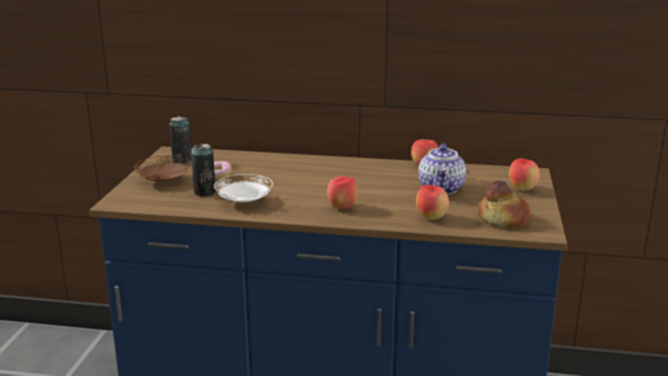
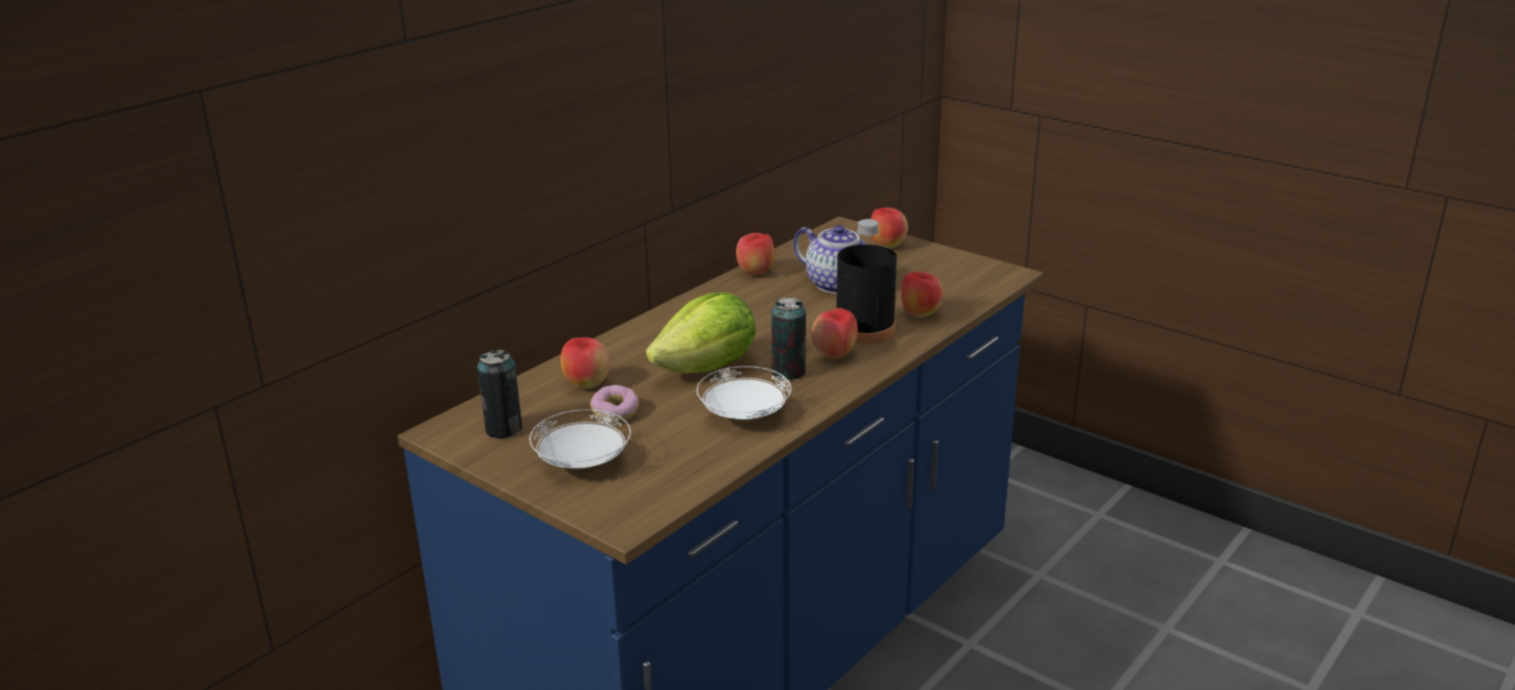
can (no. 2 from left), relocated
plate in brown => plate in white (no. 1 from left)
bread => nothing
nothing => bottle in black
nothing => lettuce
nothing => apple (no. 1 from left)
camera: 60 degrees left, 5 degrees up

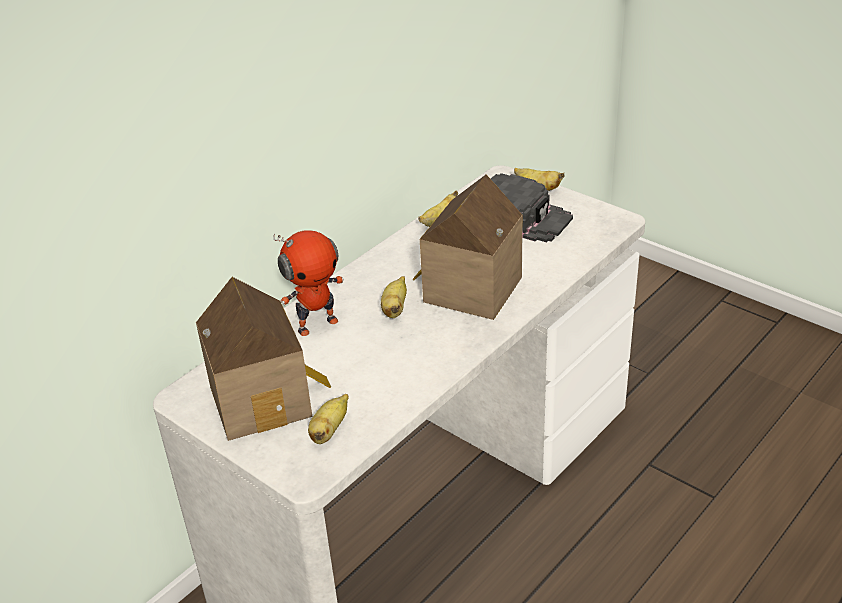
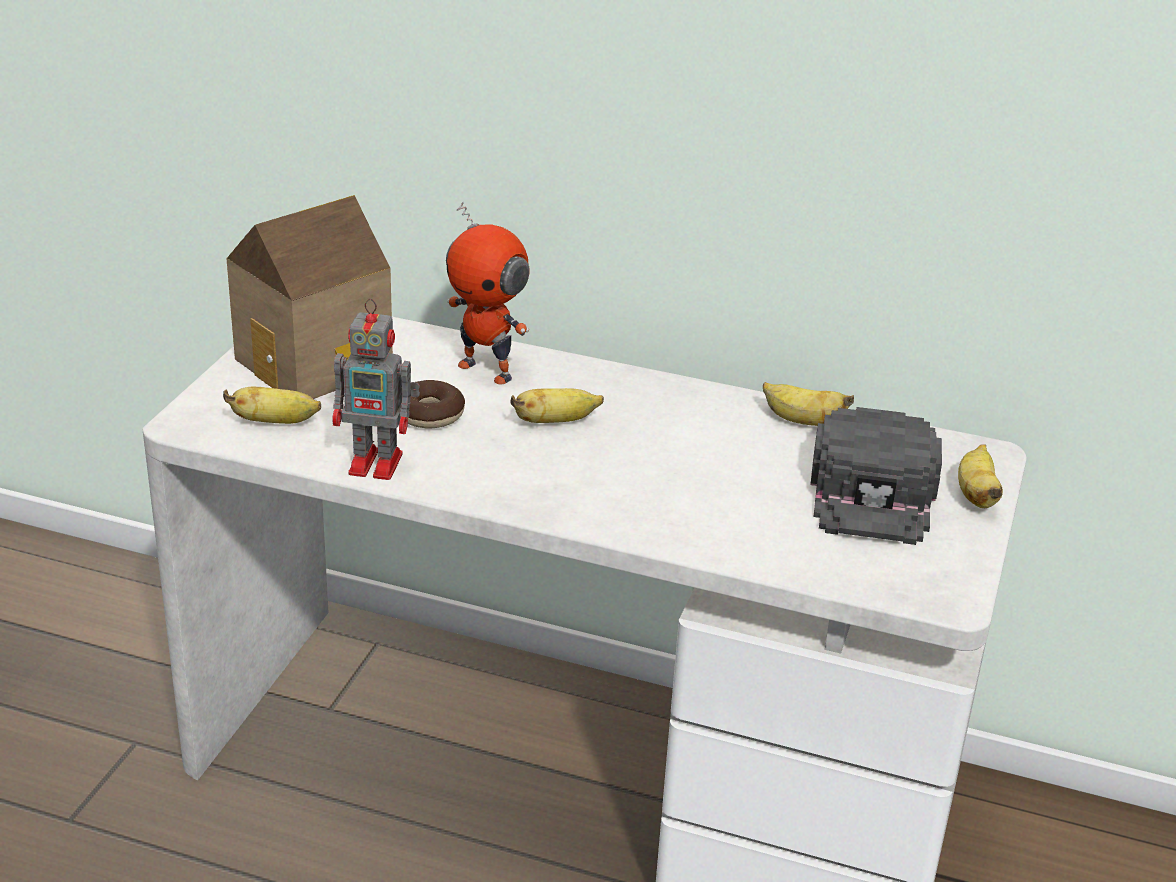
toy house (no. 2 from left) => nothing
nothing => toy robot (no. 1 from left)
nothing => donut
camera: 65 degrees right, 5 degrees down

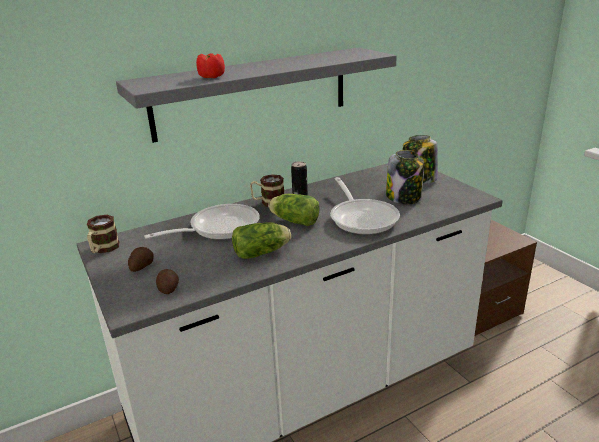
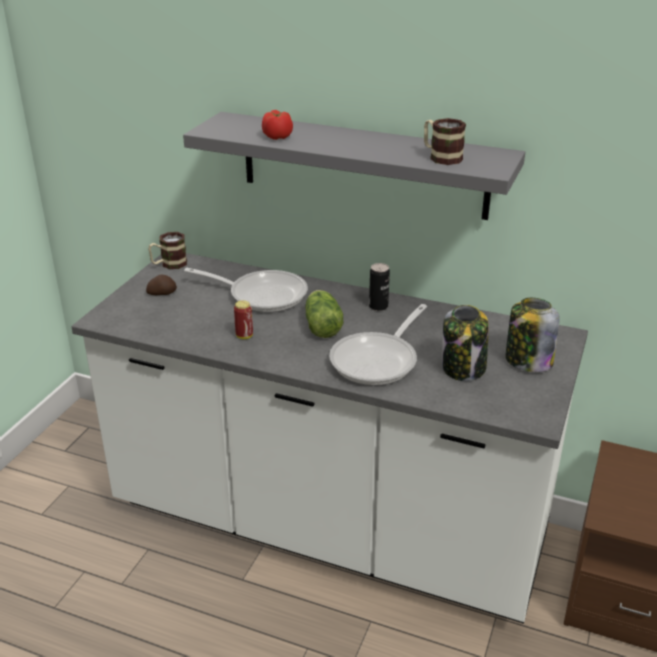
mug (no. 2 from left), relocated
lettuce (no. 1 from left) => can (no. 1 from left)
potato (no. 2 from left) => nothing
camera: 50 degrees right, 5 degrees up

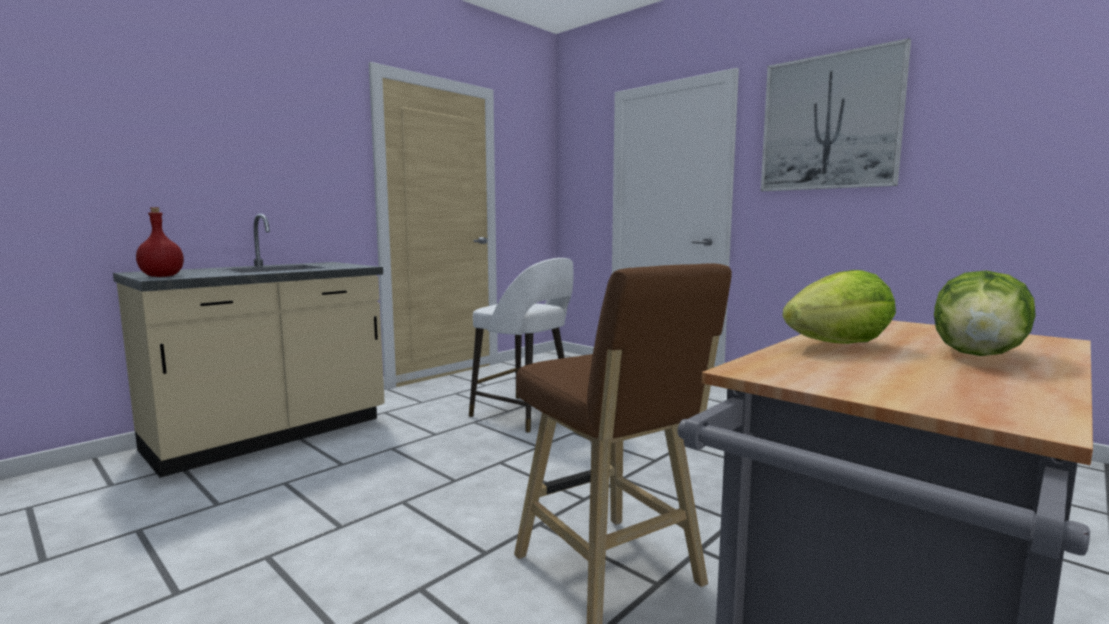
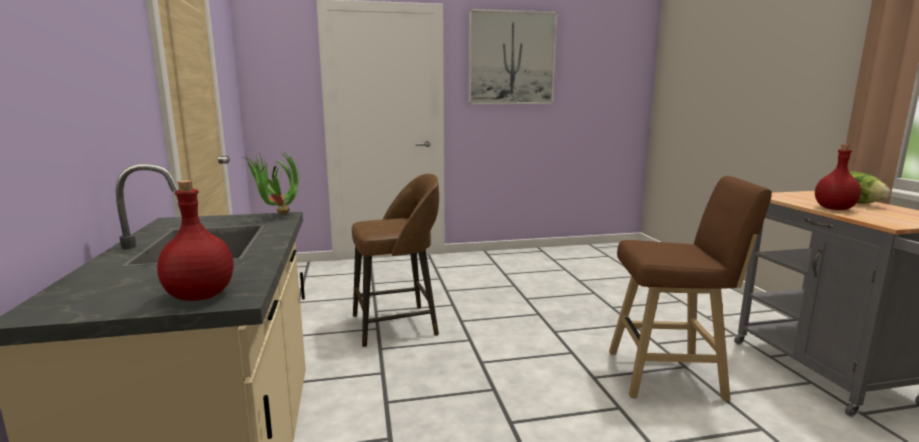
stool in white => stool in brown (no. 1 from left)
lettuce (no. 1 from left) => bottle in red (no. 2 from left)
nothing => potted plant
camera: 55 degrees left, 5 degrees up

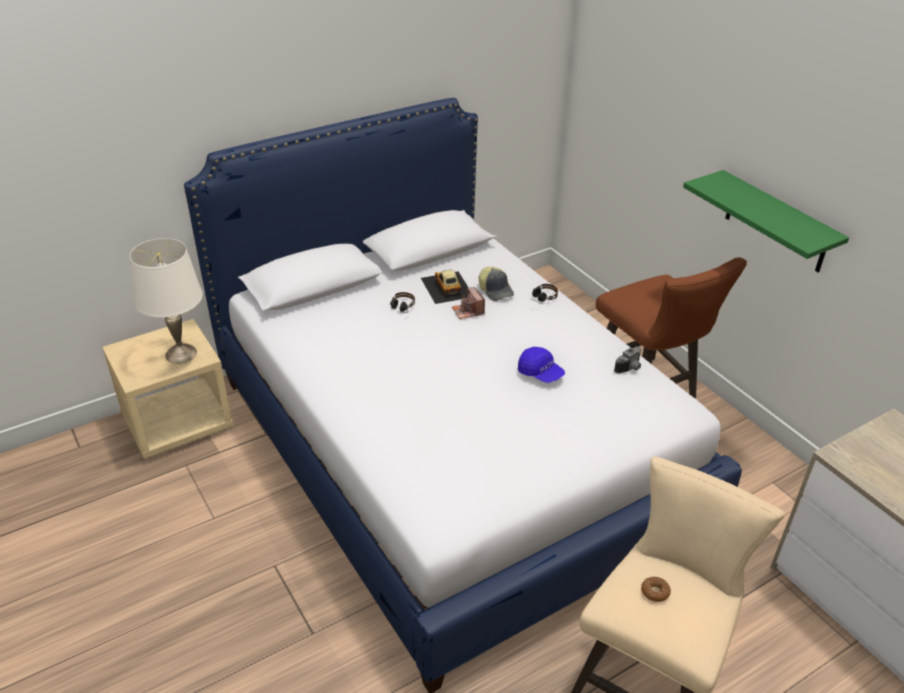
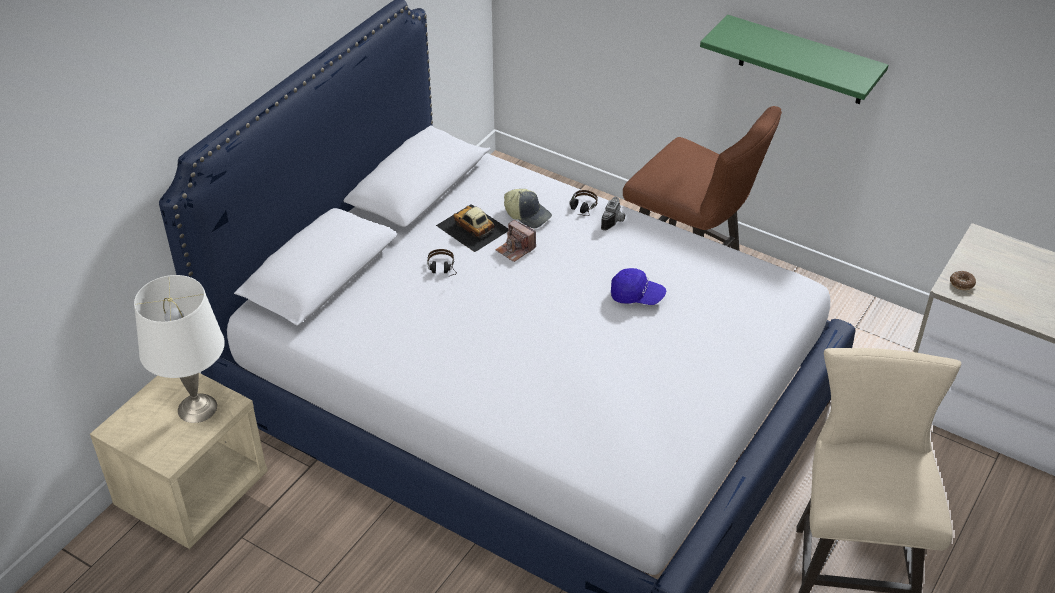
photo camera (no. 2 from left), relocated
donut, relocated
camera: 25 degrees left, 5 degrees up

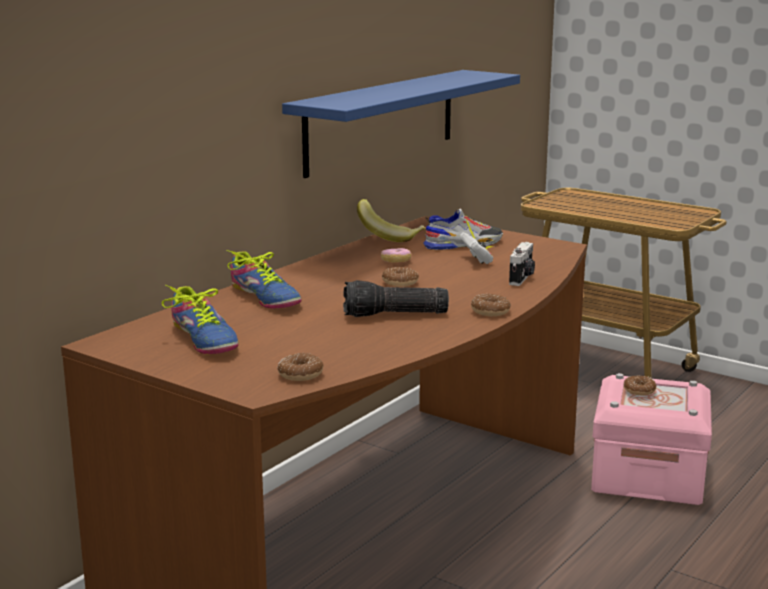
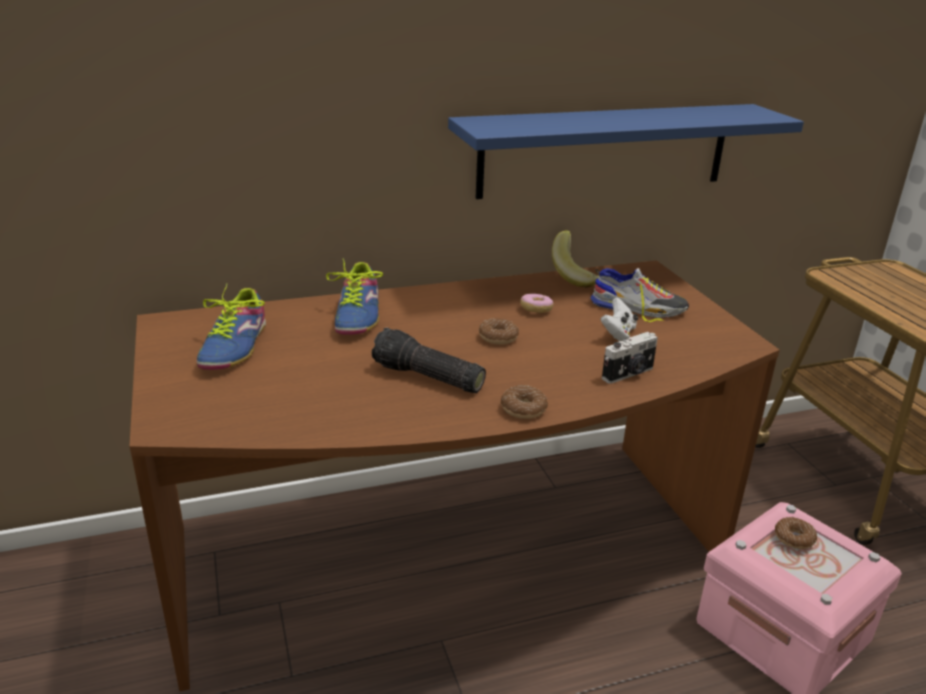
donut (no. 1 from left) => nothing
camera: 35 degrees right, 10 degrees up

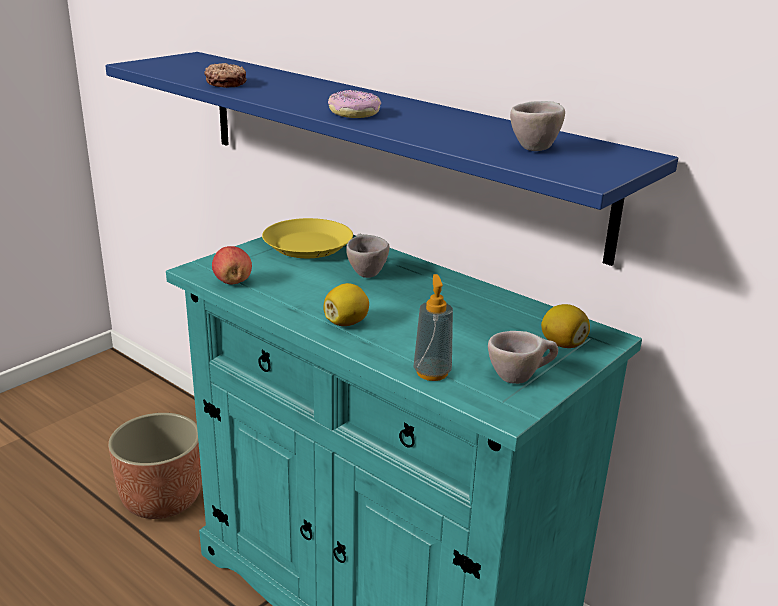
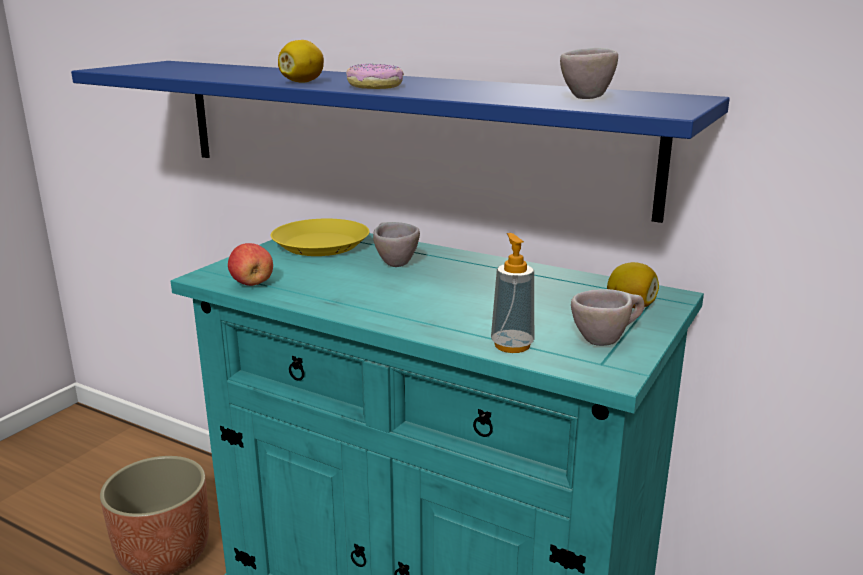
donut (no. 1 from left) => nothing
lemon (no. 1 from left), relocated
camera: 10 degrees left, 5 degrees down

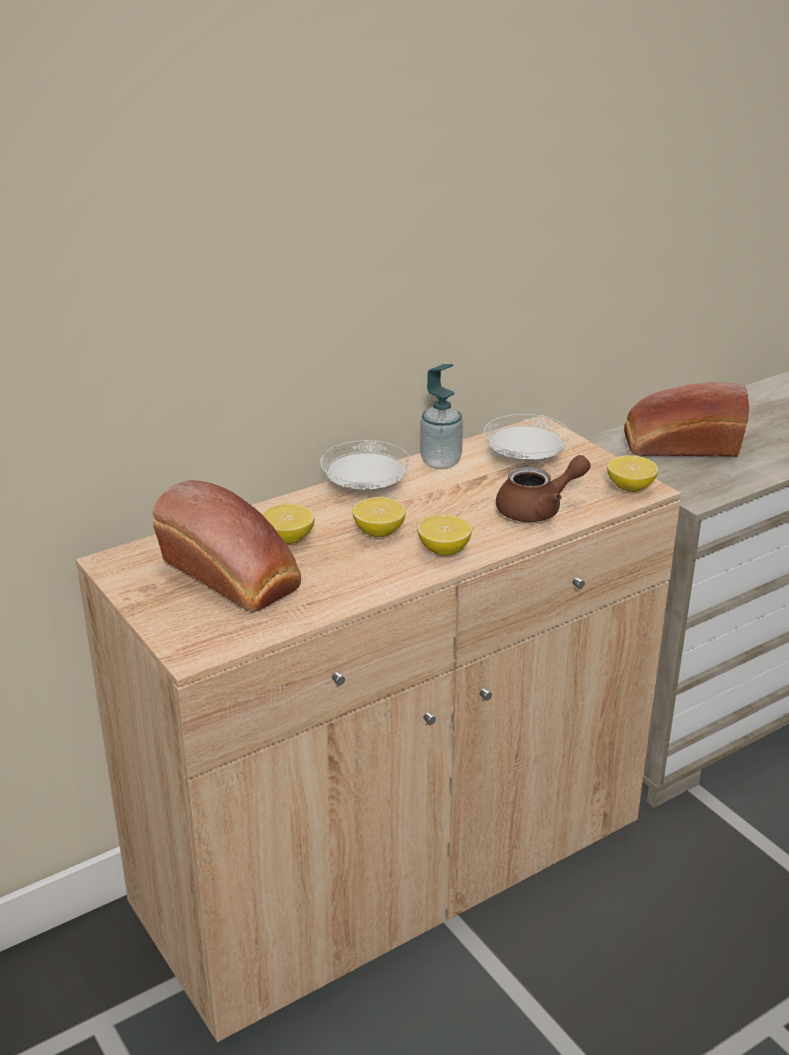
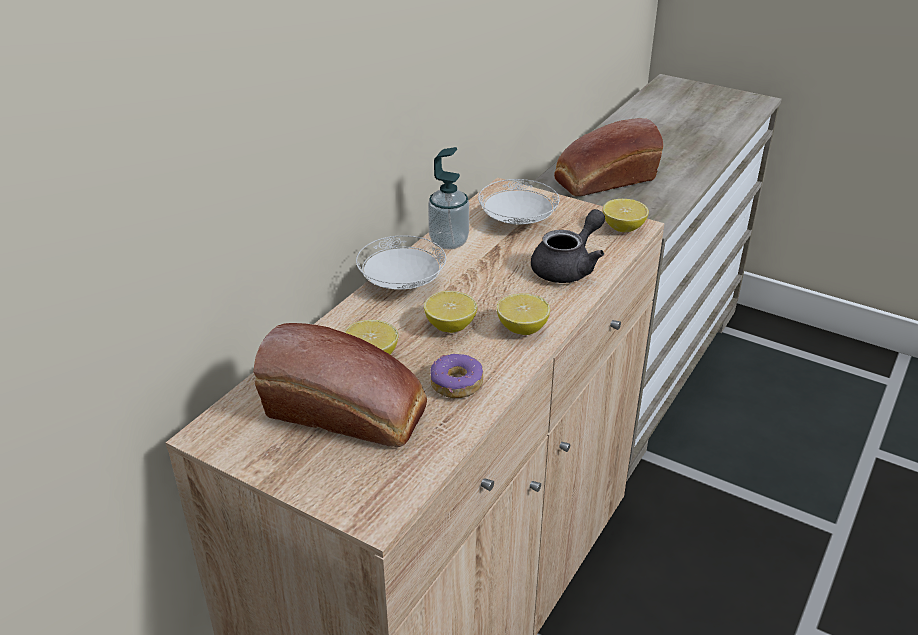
teapot in brown => teapot in grey
nothing => donut
camera: 25 degrees left, 5 degrees up

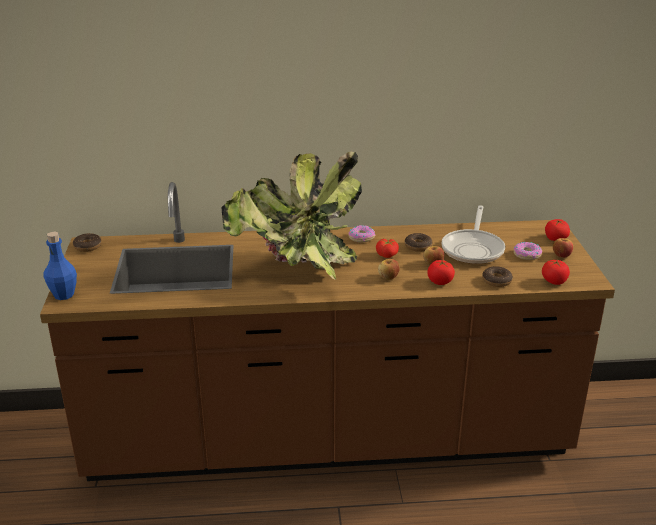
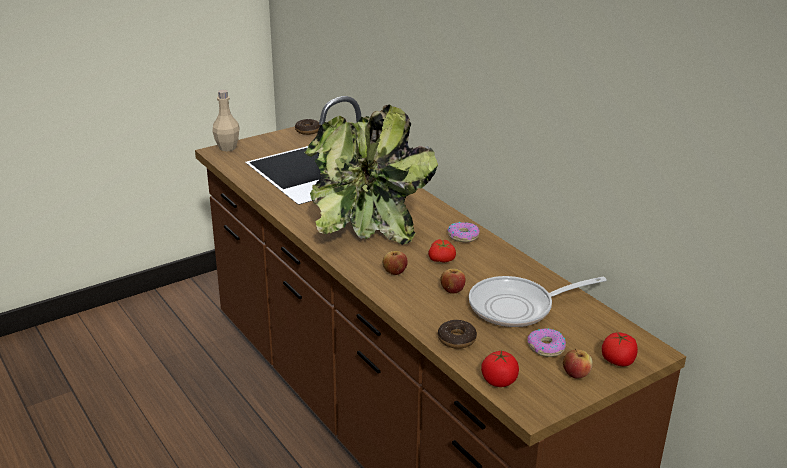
bottle in blue => bottle in beige
donut (no. 3 from left) => nothing
tomato (no. 2 from left) => nothing
camera: 60 degrees right, 0 degrees up

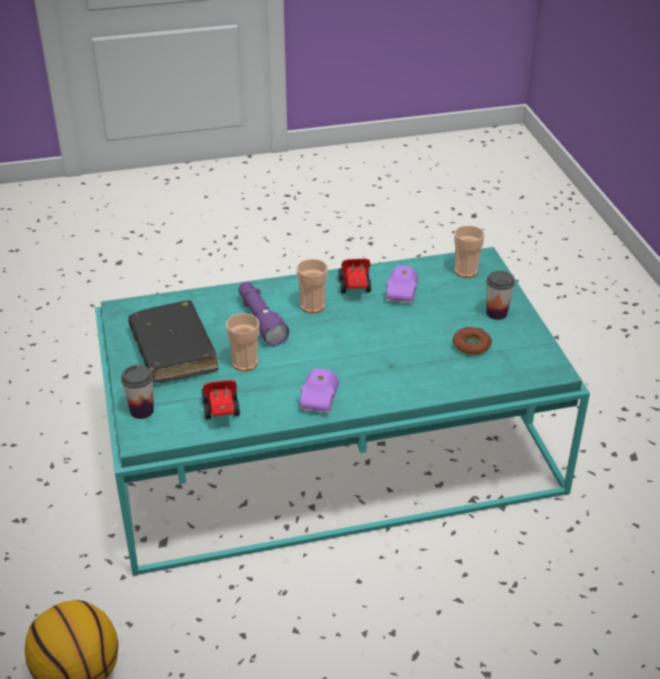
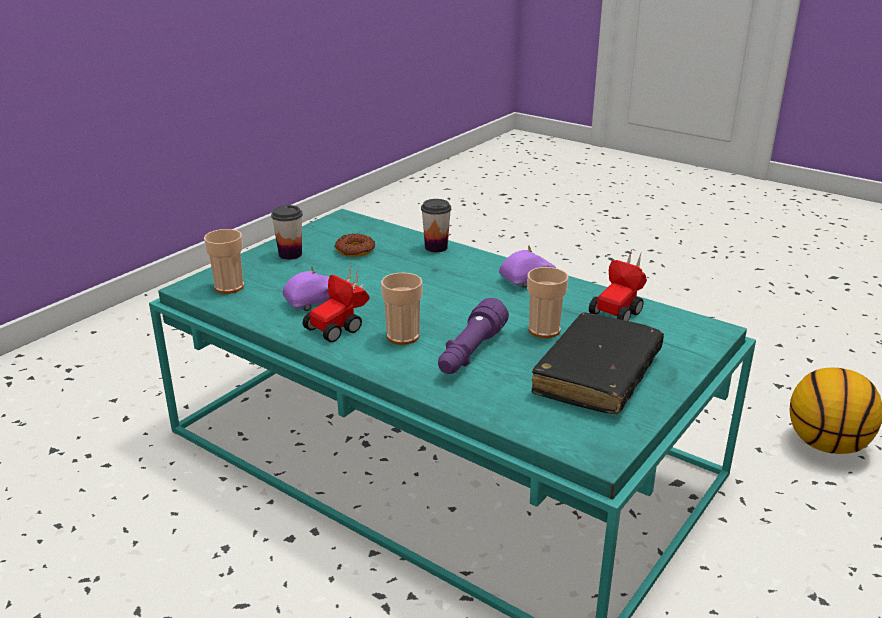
cup (no. 1 from left in the first image) => cup (no. 4 from left), relocated
camera: 130 degrees left, 10 degrees down

